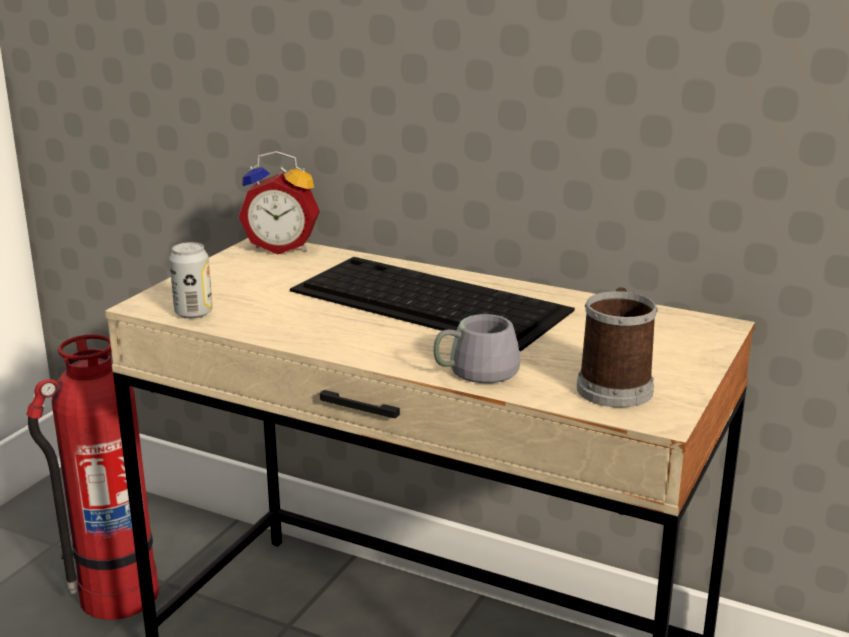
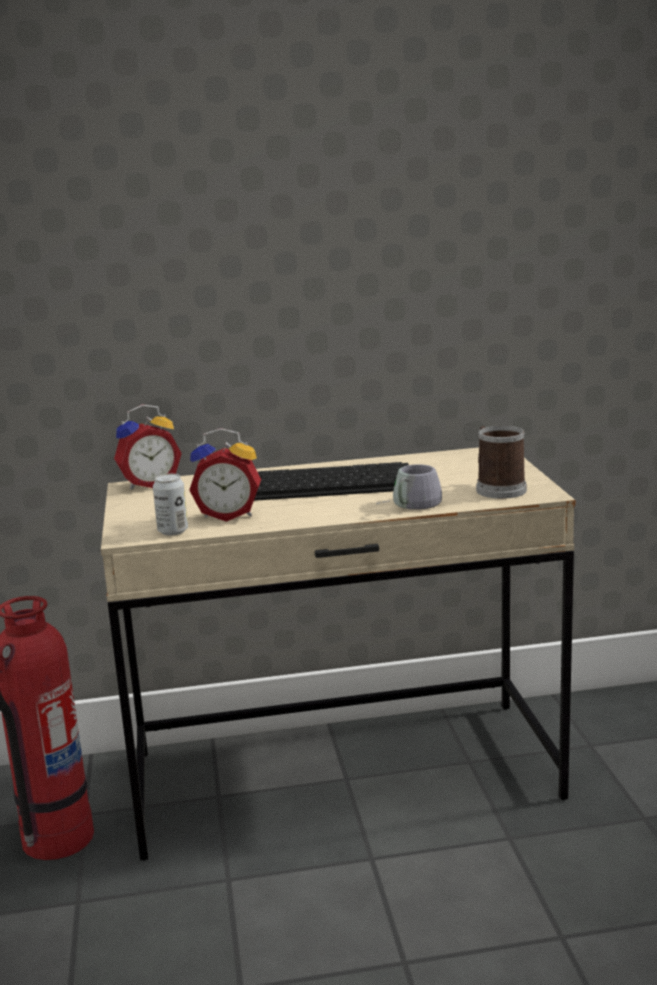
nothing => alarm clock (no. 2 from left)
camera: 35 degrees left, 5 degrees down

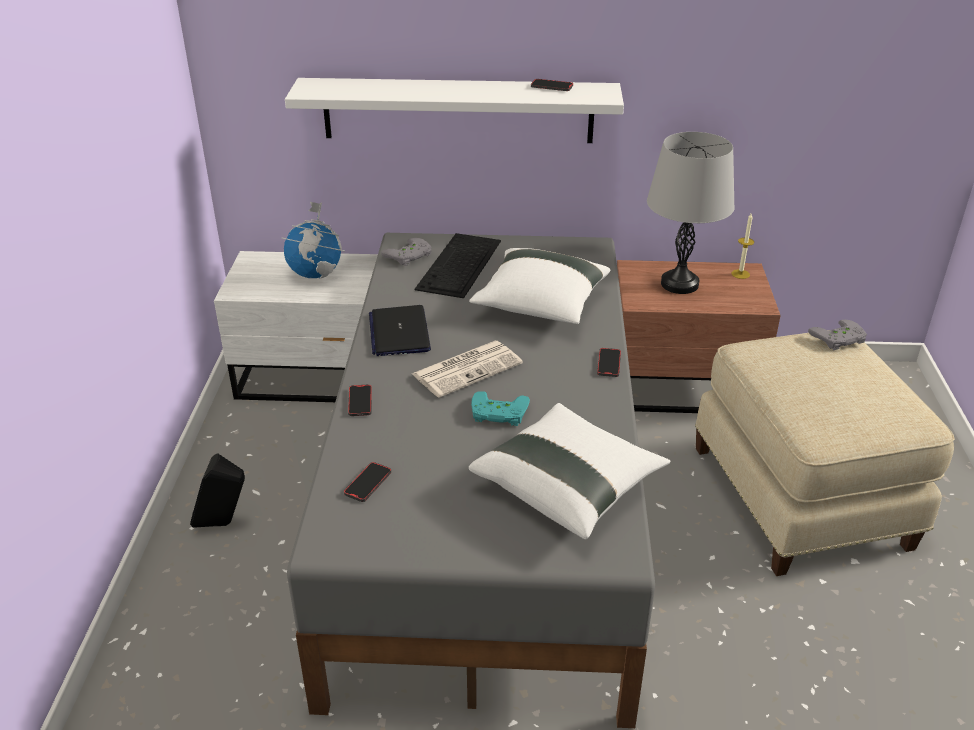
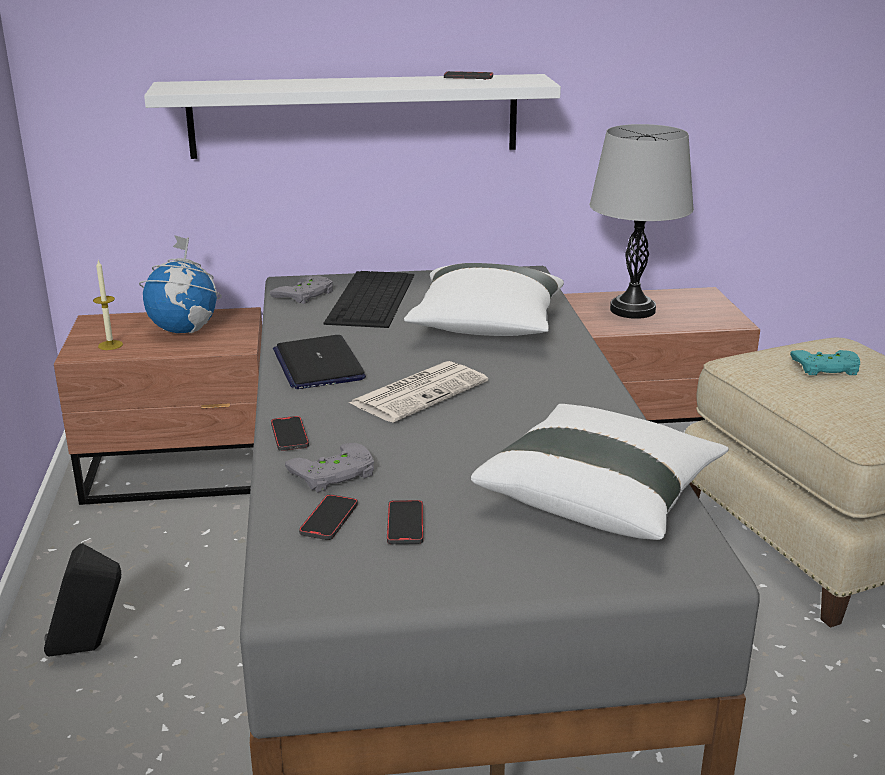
candle, relocated
nightstand in white => nightstand in brown (no. 1 from left)
game controller in grey (no. 2 from left), relocated
phone (no. 4 from left in the first image) => phone (no. 3 from left), relocated
game controller in turquoise, relocated
camera: 10 degrees left, 10 degrees down

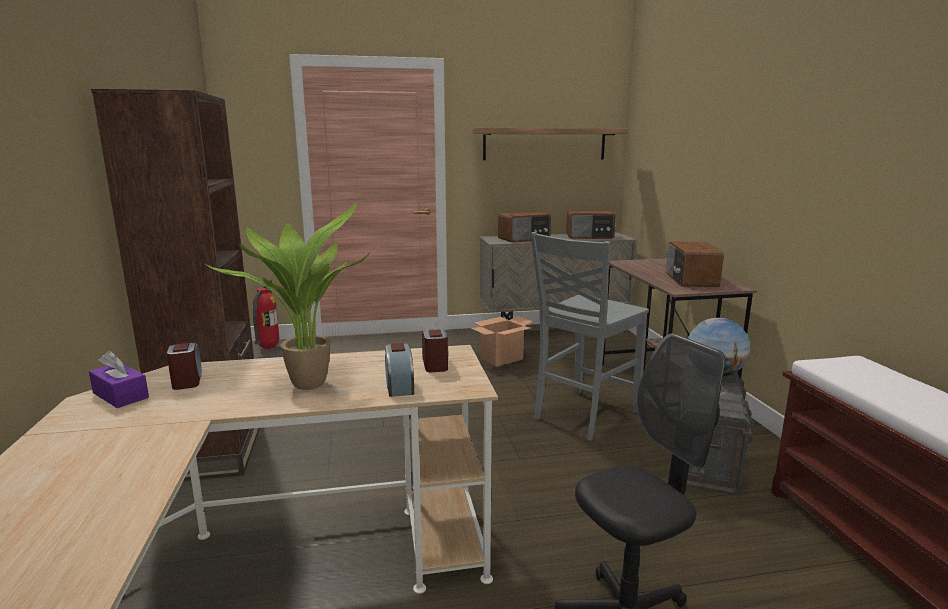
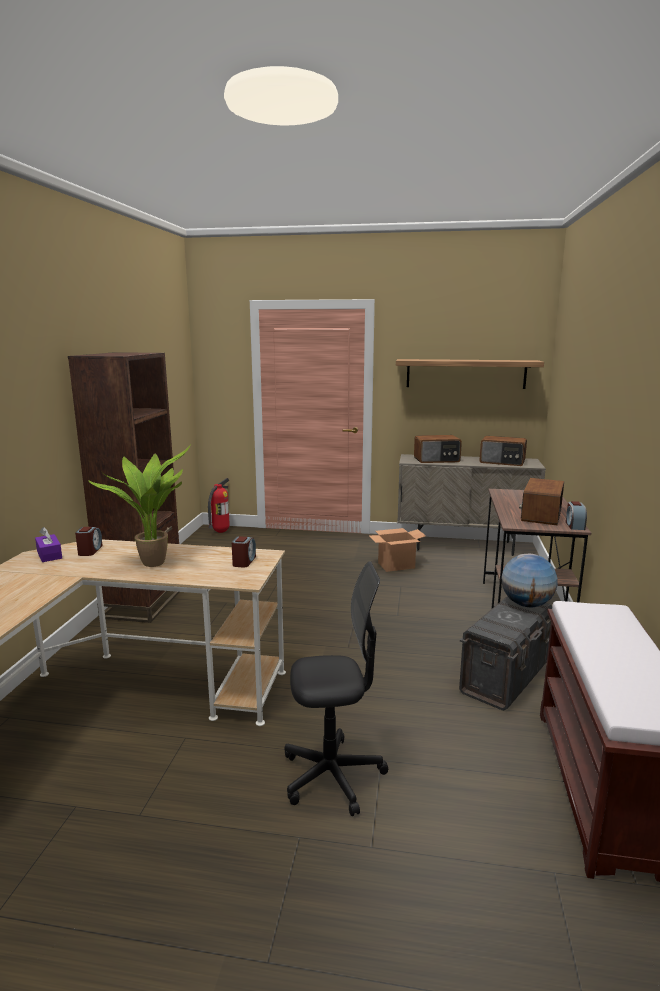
chair in grey => nothing
alarm clock (no. 2 from left in the first image) => alarm clock (no. 3 from left), relocated
camera: 20 degrees right, 0 degrees up

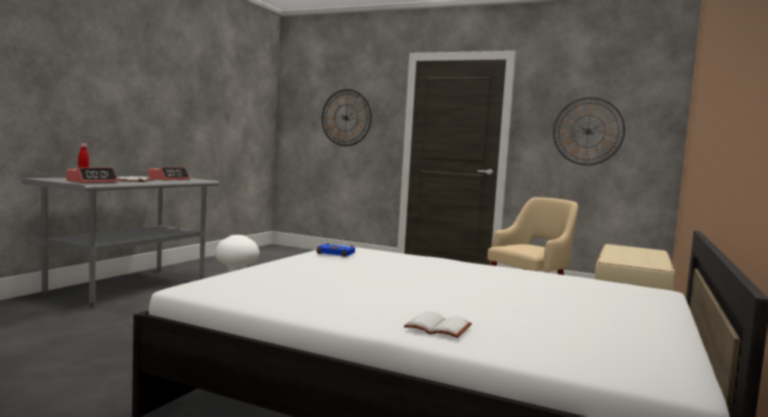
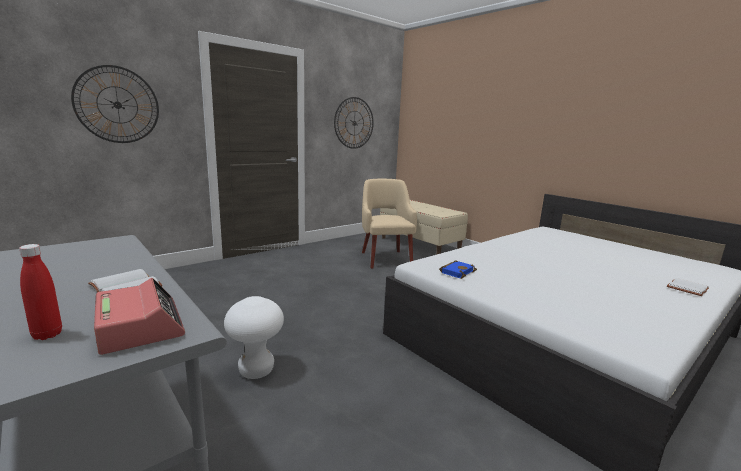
alarm clock (no. 2 from left) => nothing
camera: 65 degrees left, 10 degrees up

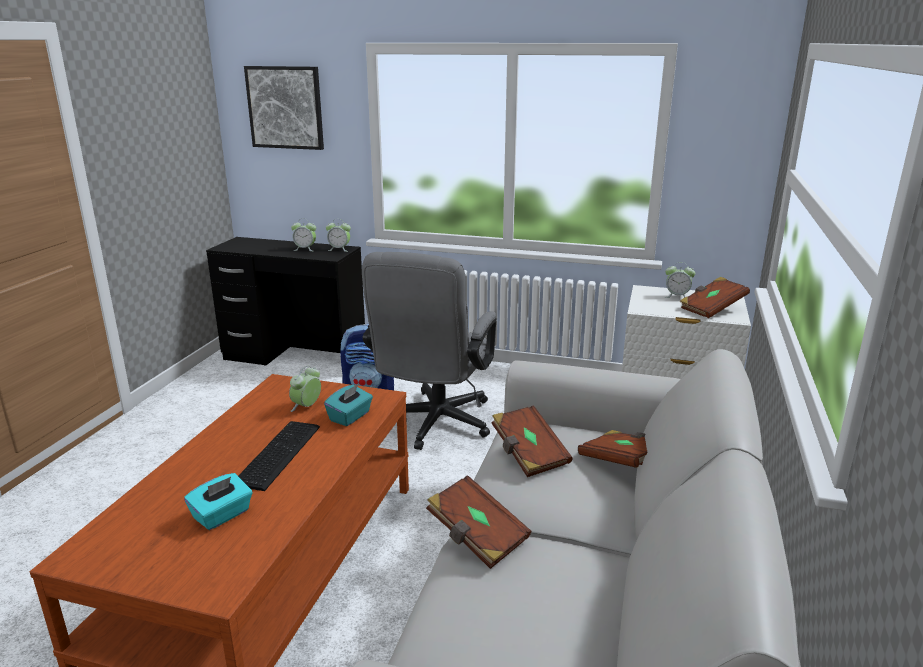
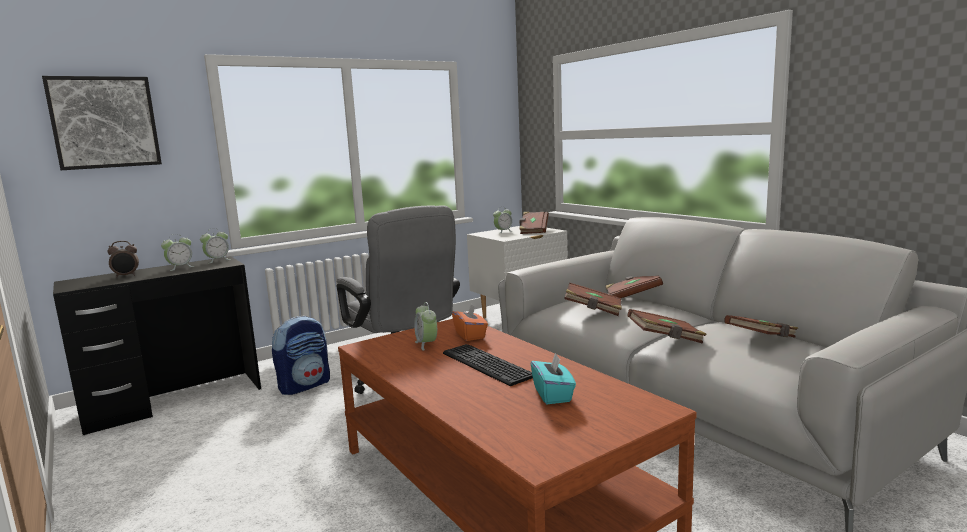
tissue box in turquoise (no. 2 from left) => tissue box in orange
nothing => alarm clock (no. 1 from left)
nothing => book in brown (no. 5 from left)
camera: 50 degrees left, 10 degrees down

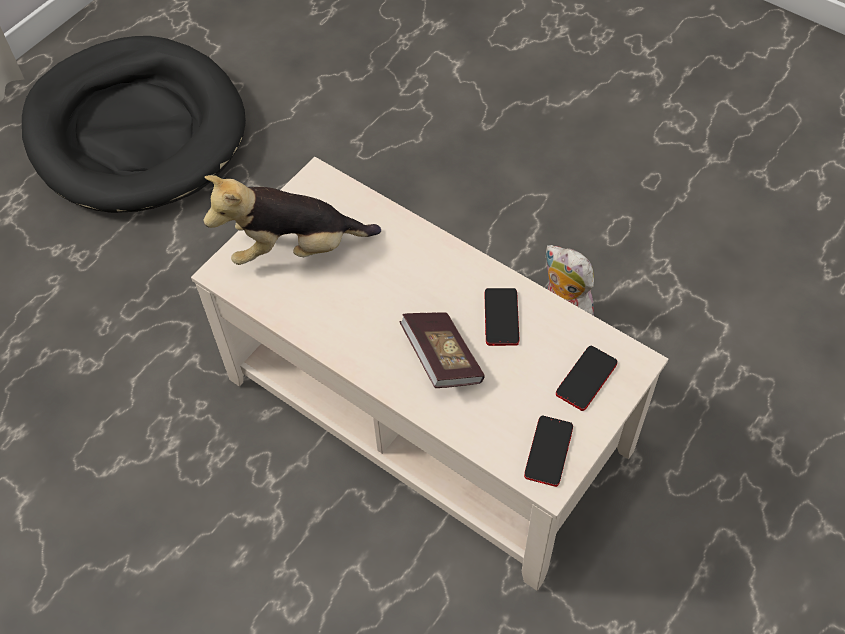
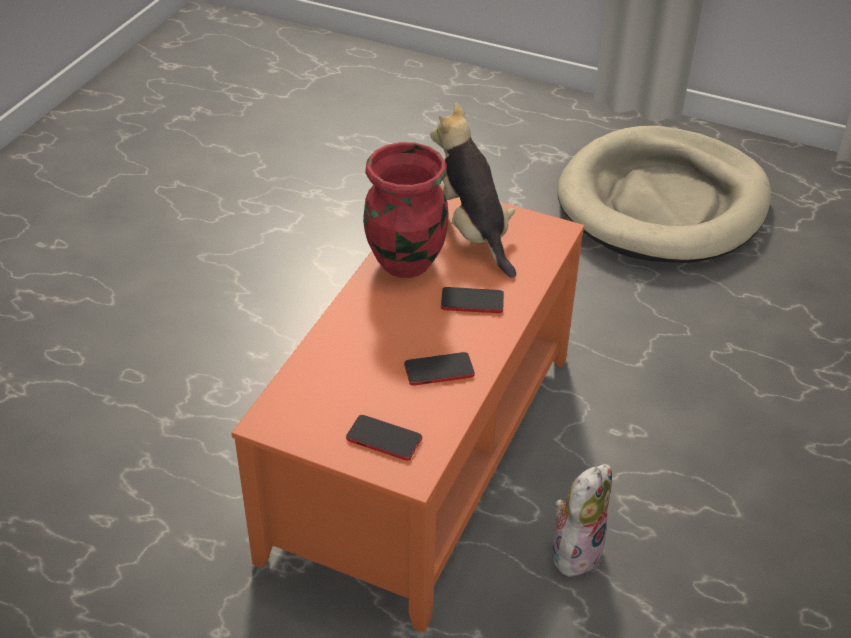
dog bed in black => dog bed in beige
coffee table in beige => coffee table in orange
book => nothing
phone (no. 2 from left in the first image) => phone (no. 3 from left), relocated
nothing => vase in red
camera: 75 degrees right, 15 degrees down

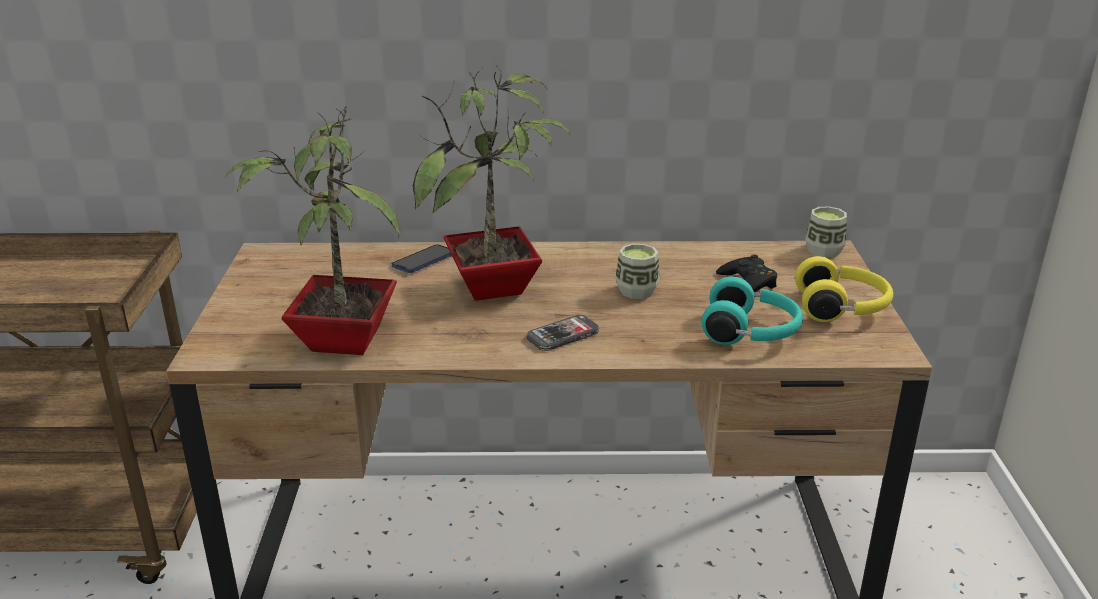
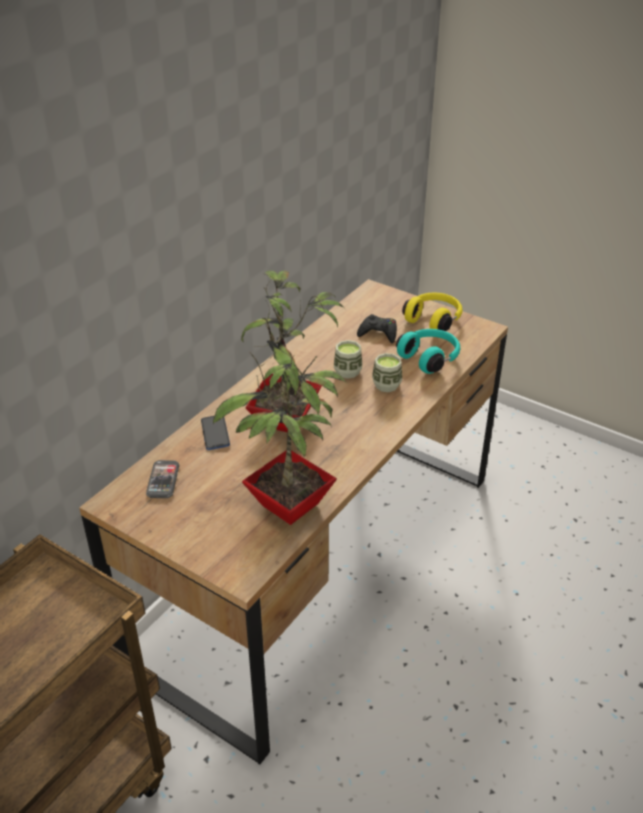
cup (no. 2 from left), relocated
phone (no. 2 from left in the first image) => phone (no. 1 from left), relocated
camera: 55 degrees left, 10 degrees up

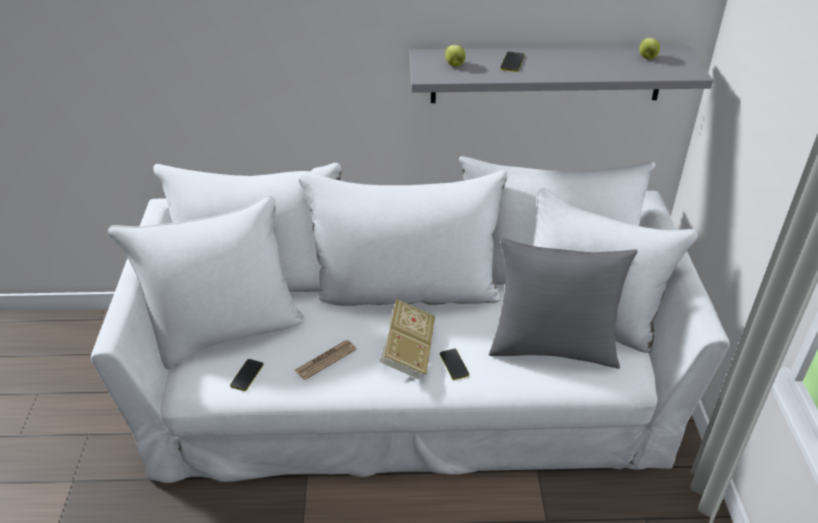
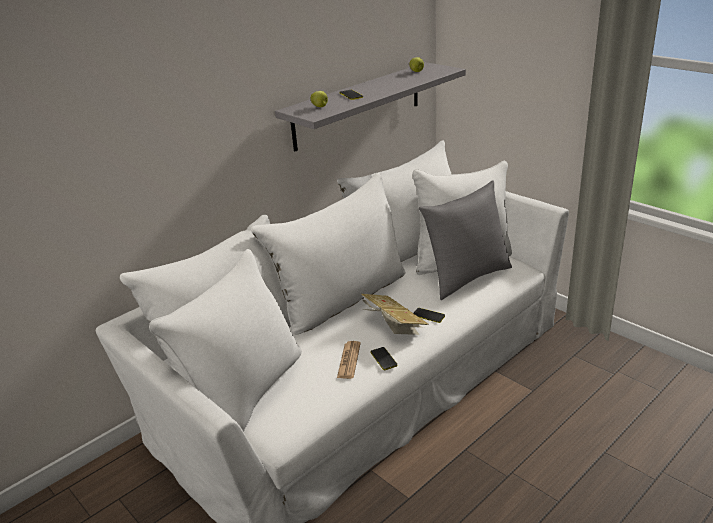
phone (no. 1 from left in the first image) => phone (no. 2 from left), relocated
camera: 40 degrees left, 10 degrees down

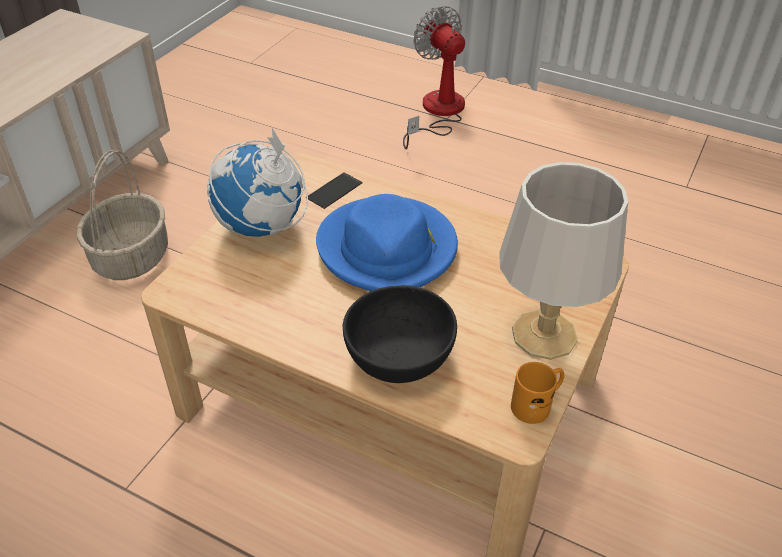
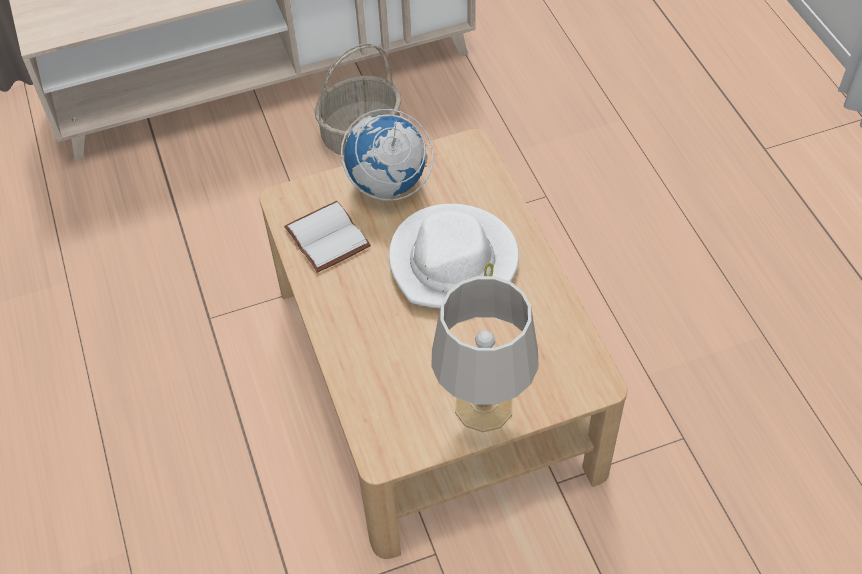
fan => nothing
phone => nothing
hat in blue => hat in white
bowl in black => nothing
mug in orange => nothing
nothing => book in white
camera: 45 degrees right, 10 degrees up

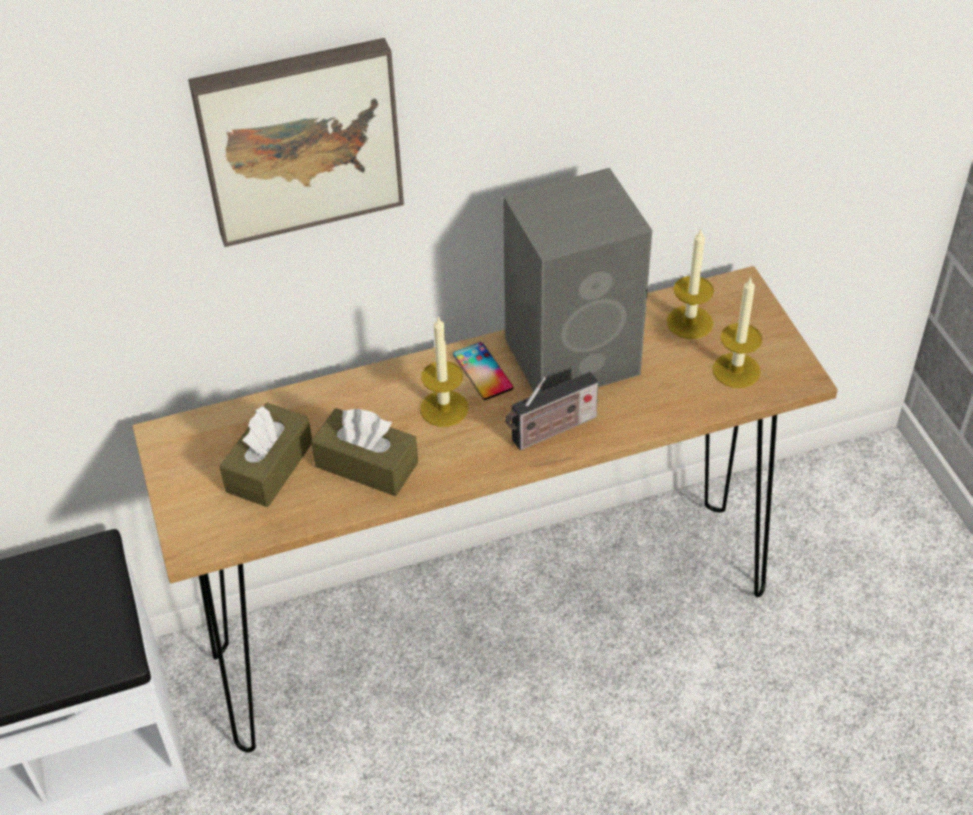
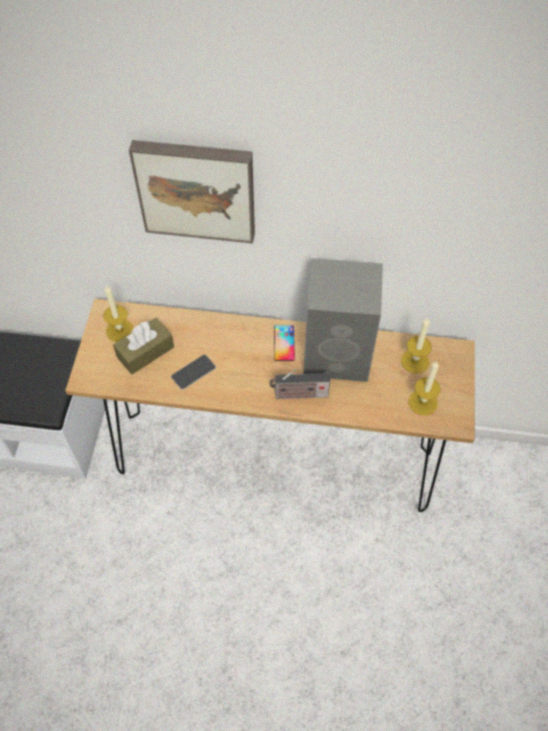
candle (no. 1 from left), relocated
tissue box in brown (no. 2 from left) => phone (no. 1 from left)
camera: 25 degrees right, 10 degrees up

